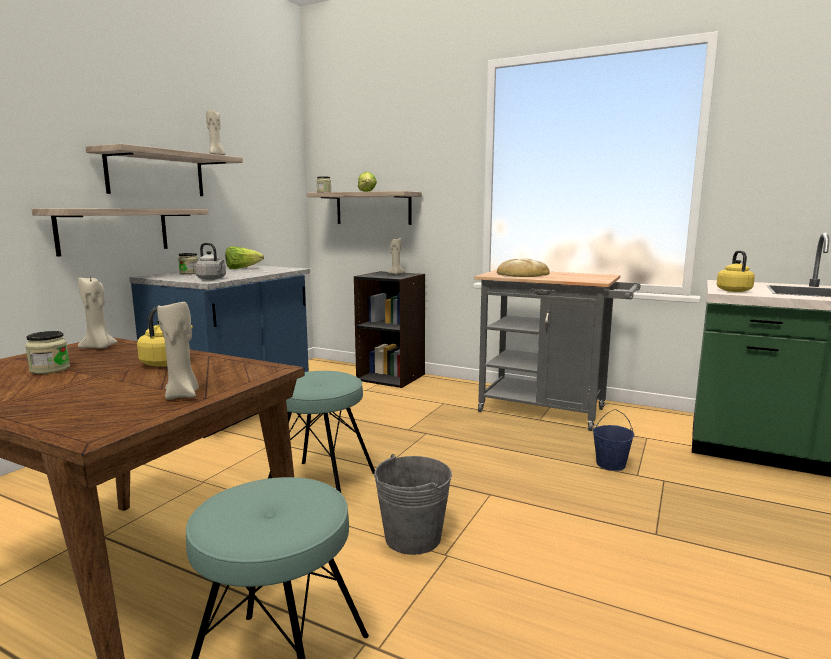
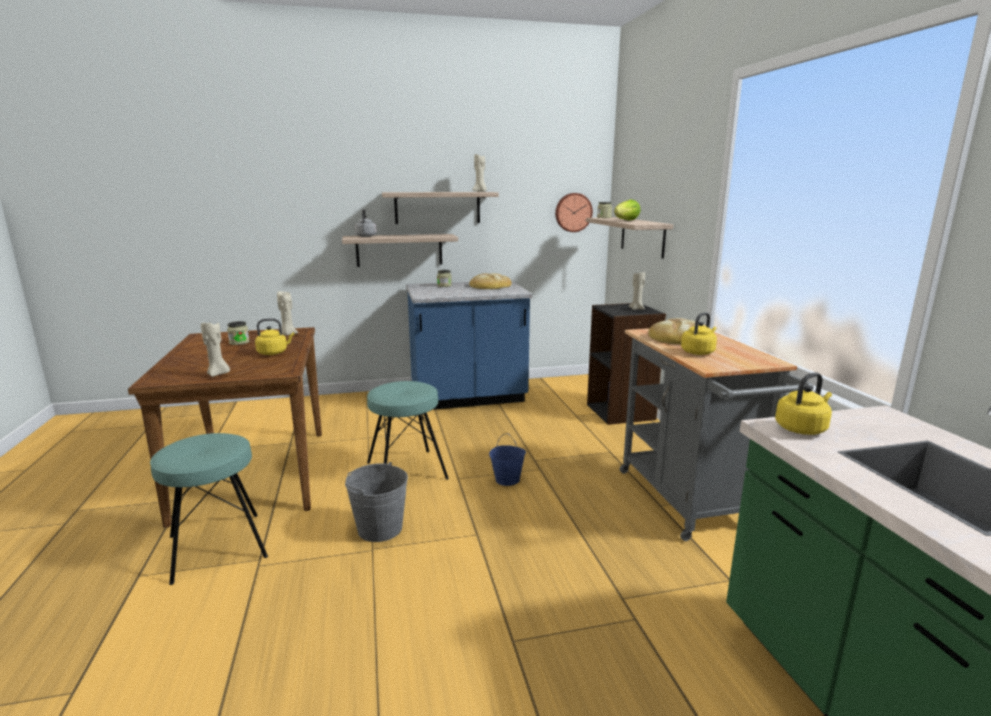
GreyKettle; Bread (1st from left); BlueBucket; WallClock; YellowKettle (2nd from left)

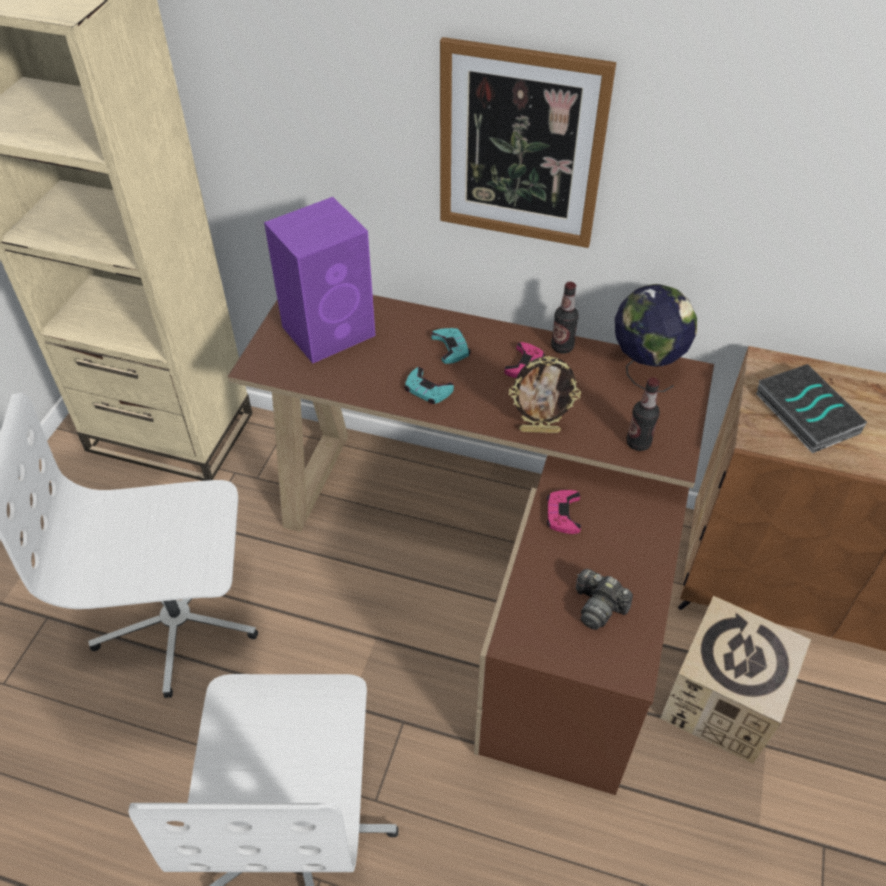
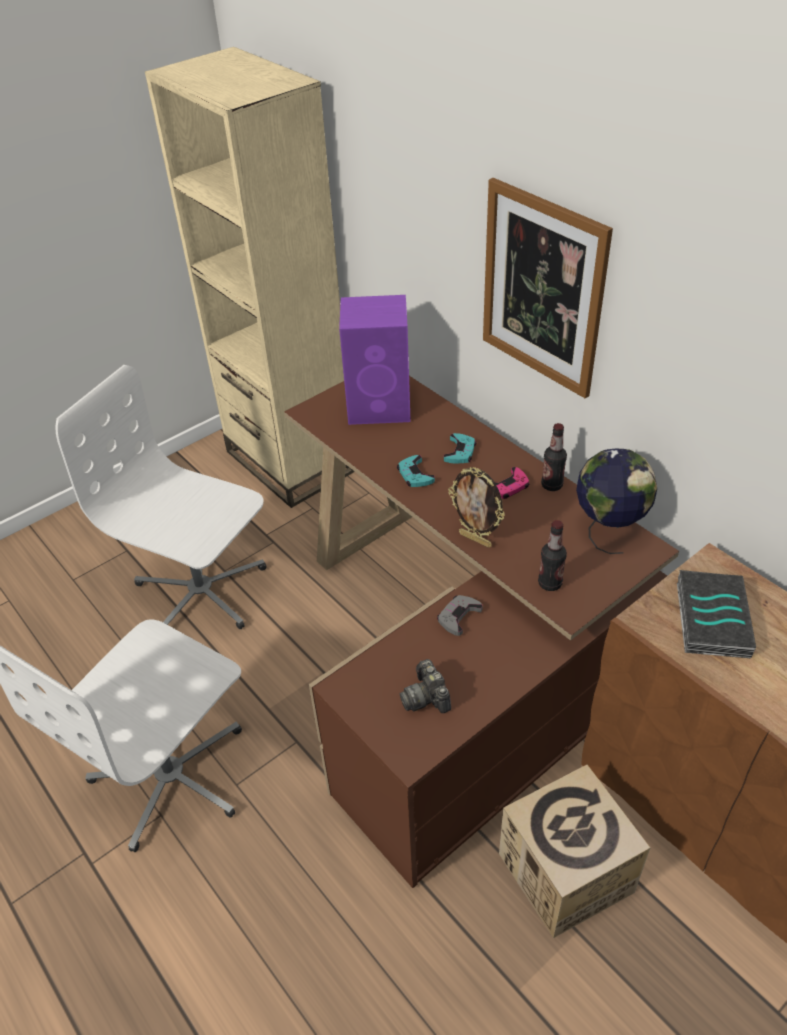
GreyGameController

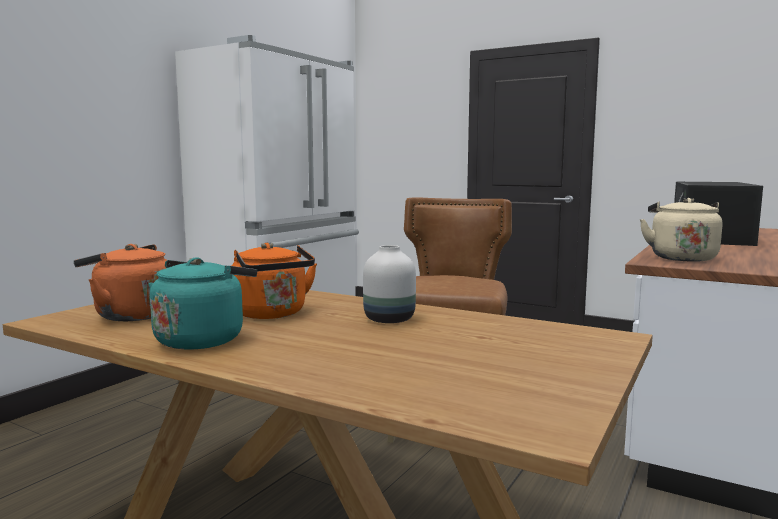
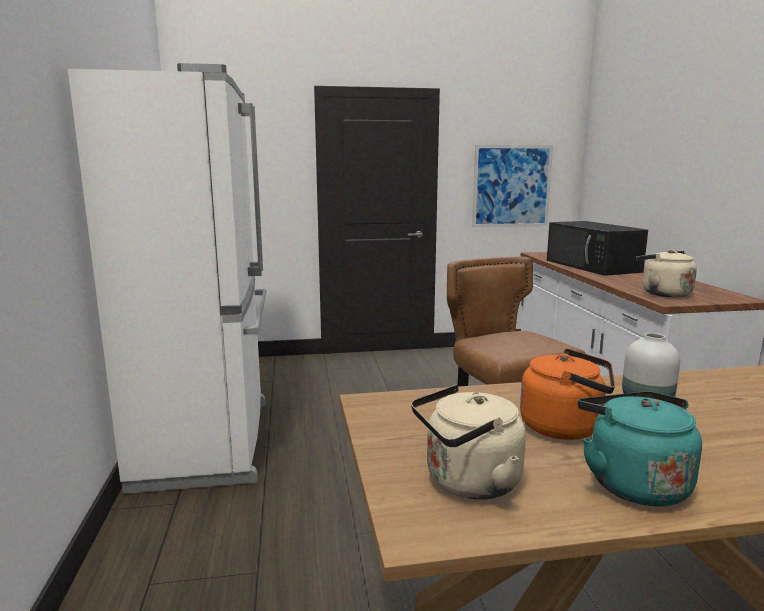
BeigeKettle (1st from left); Picture

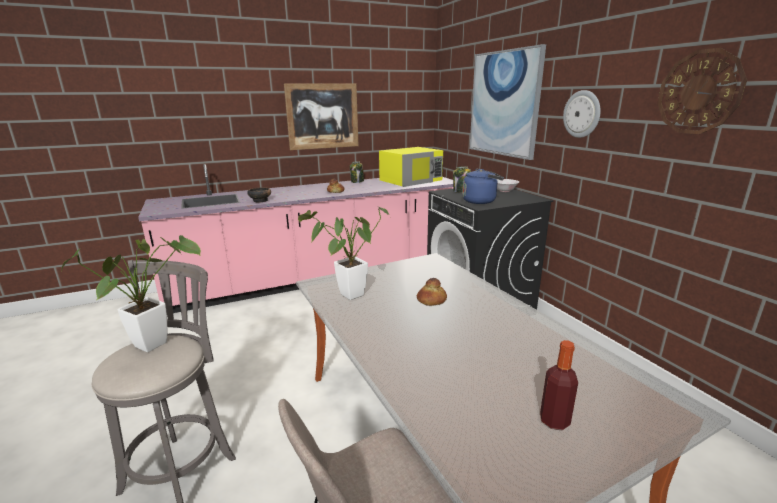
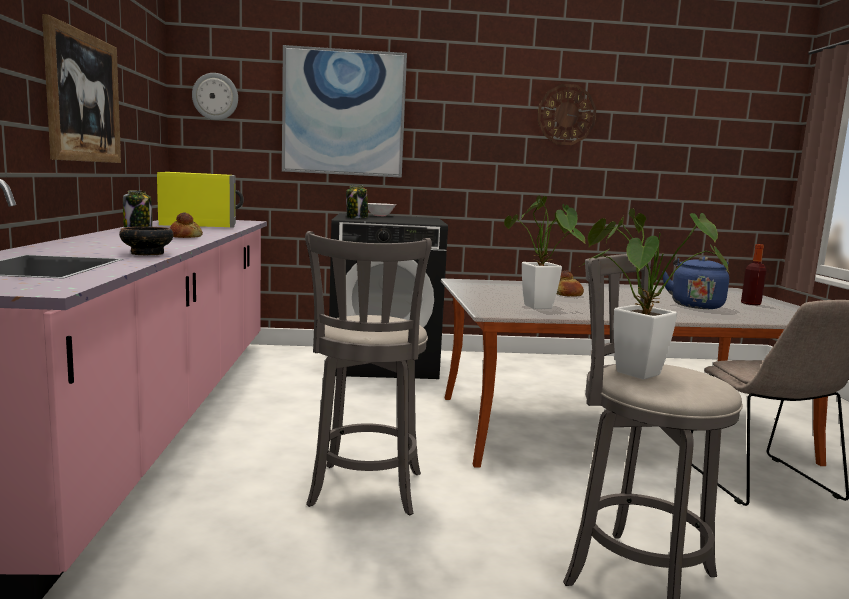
BlueKettle; WallClock (1st from left); GreyStool (1st from left)

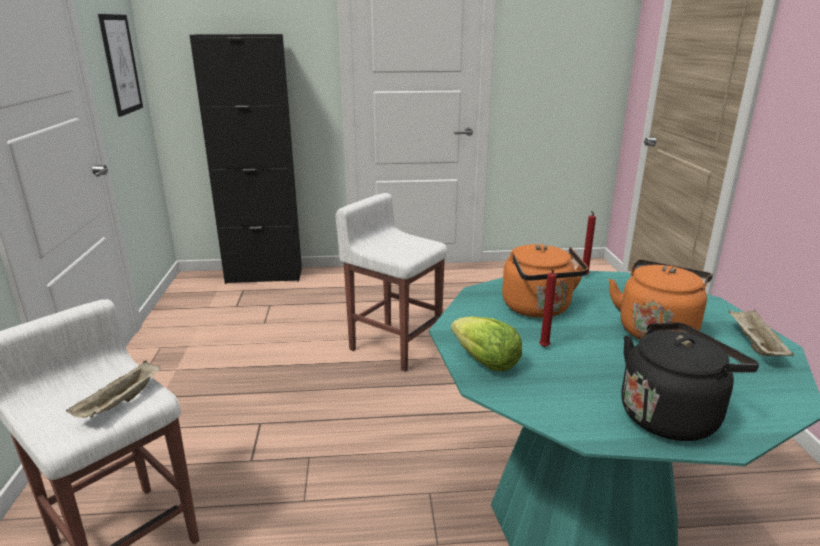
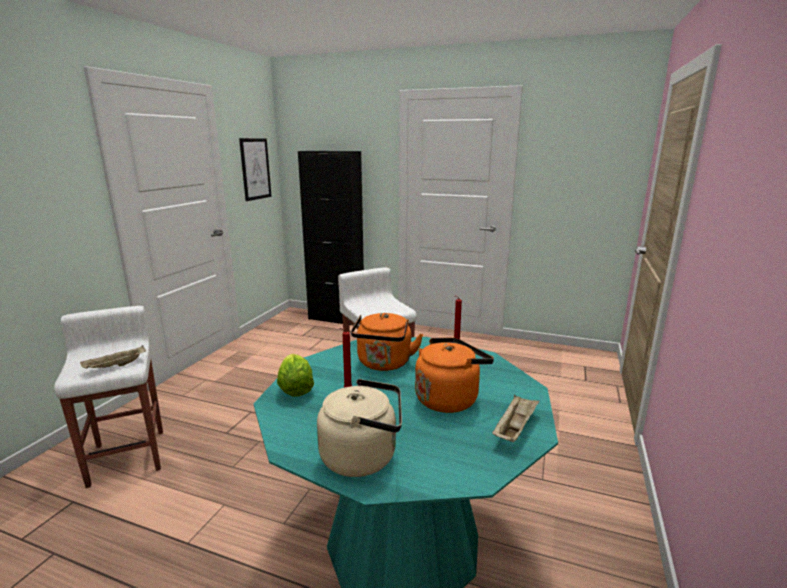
BeigeKettle

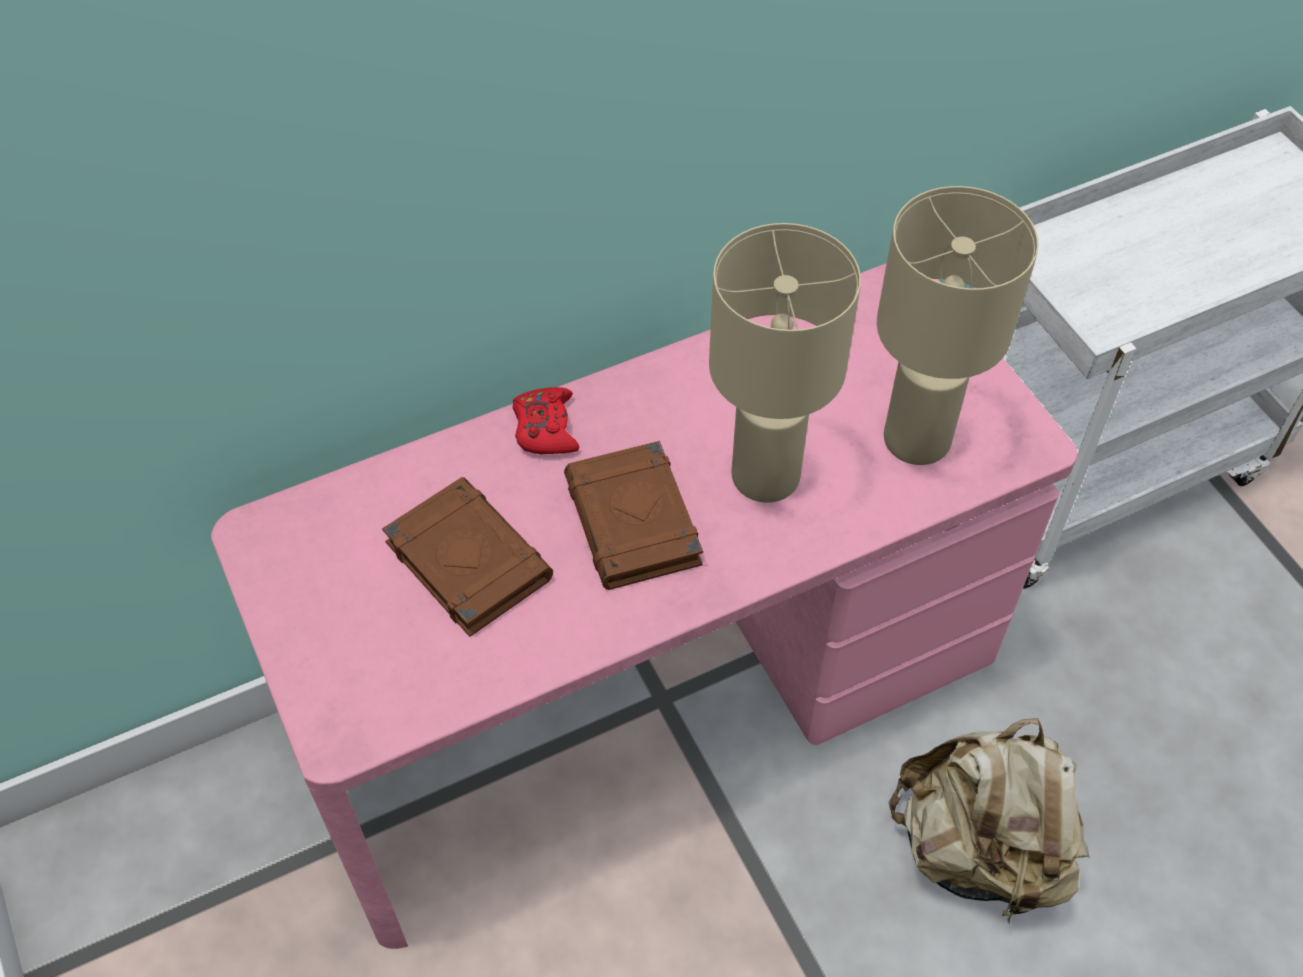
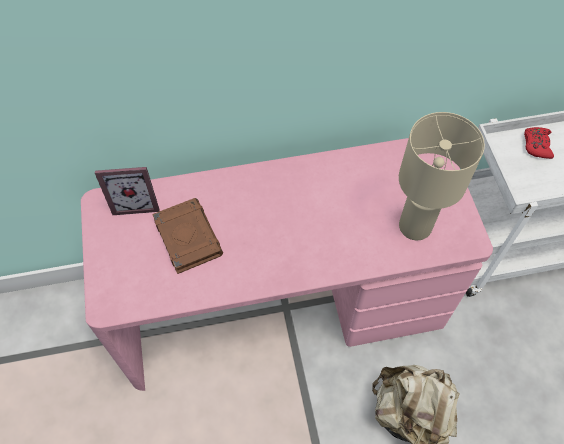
RedGameController; BrownBook (2nd from left in the first image); BeigeTableLamp (1st from left in the first image); PictureFrame

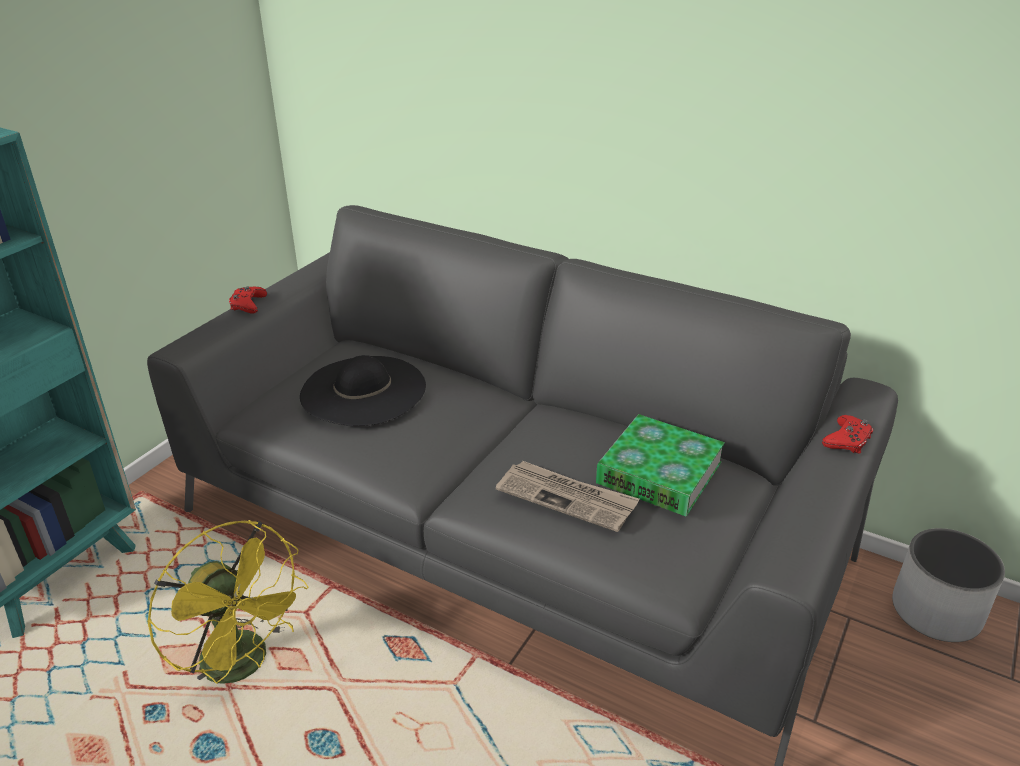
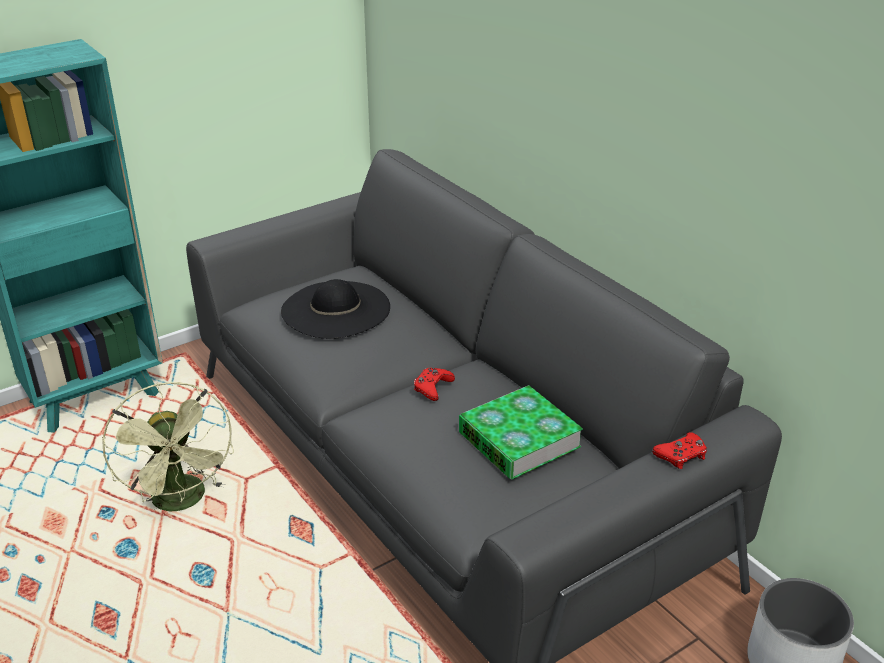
GreenFan; RedGameController (1st from left); Newspaper

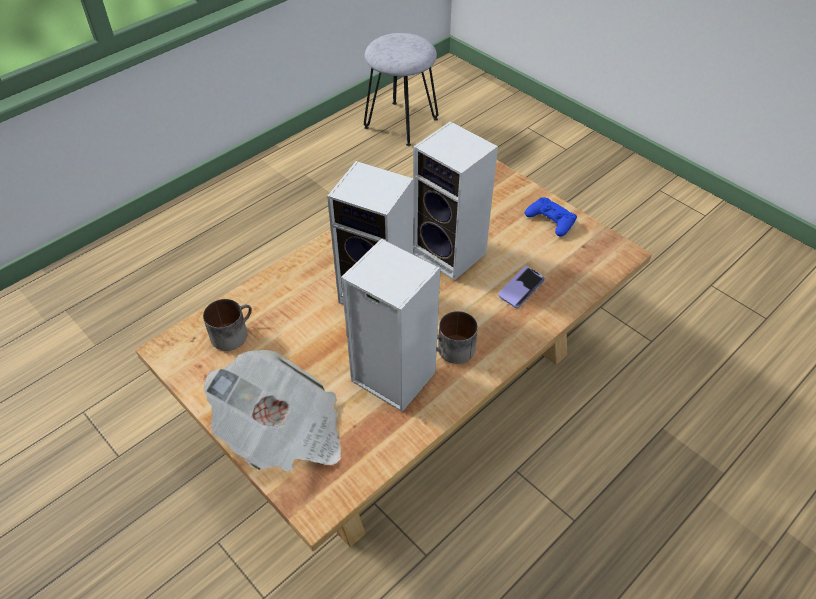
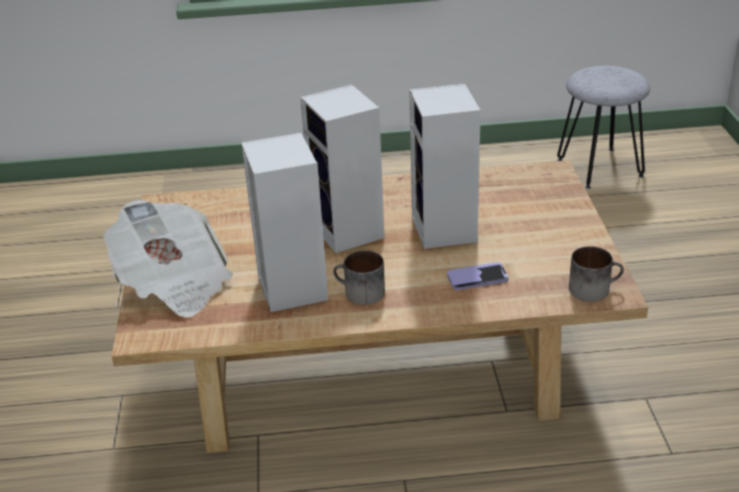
Mug (2nd from left); BlueGameController

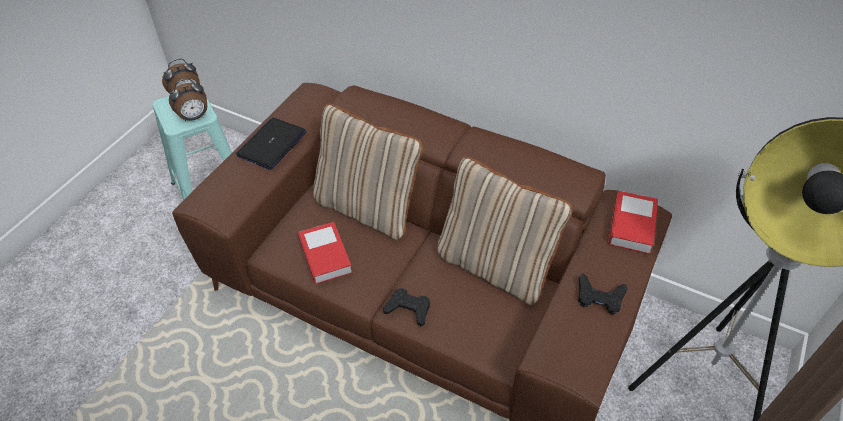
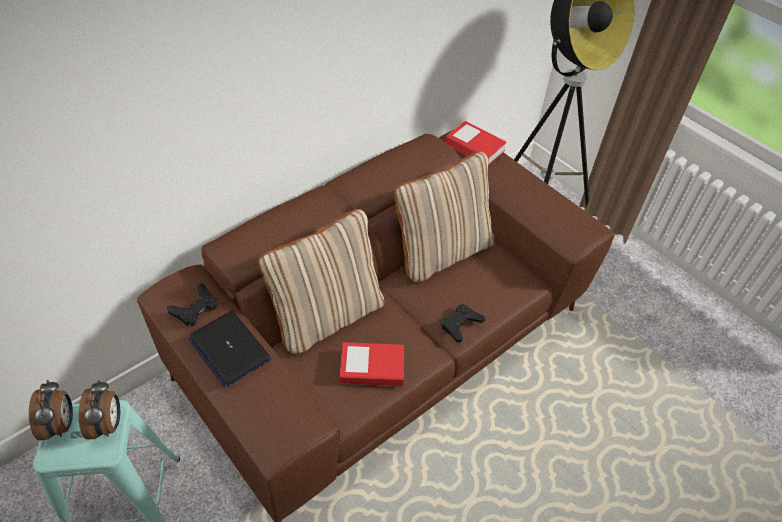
BlackGameController (1st from left)

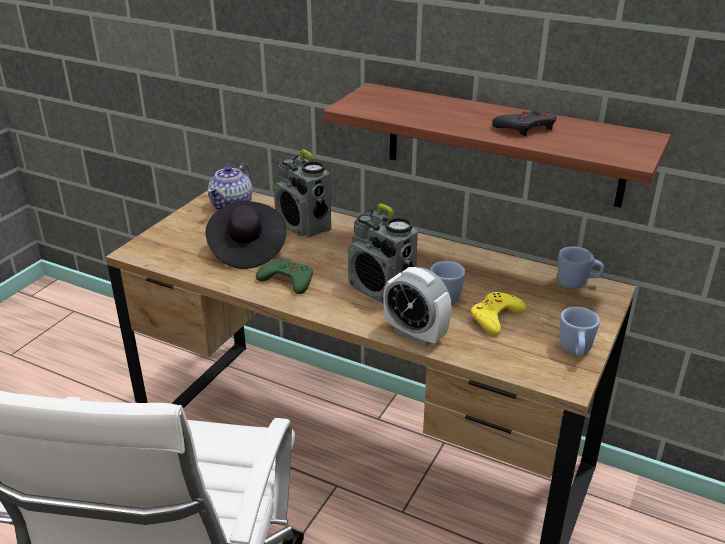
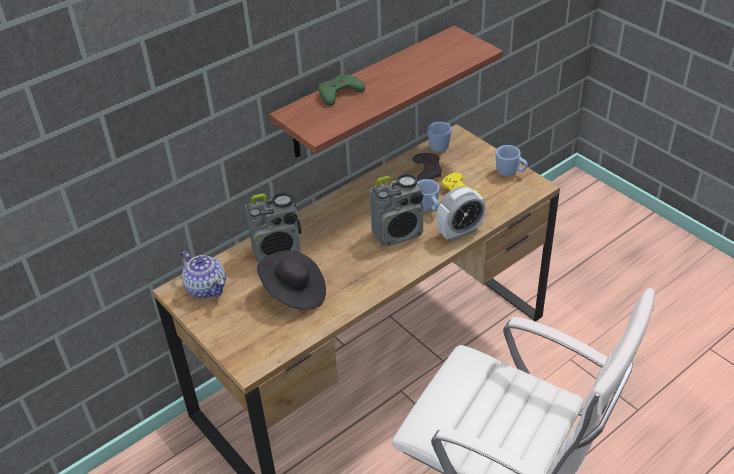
GreenGameController; GreyGameController

